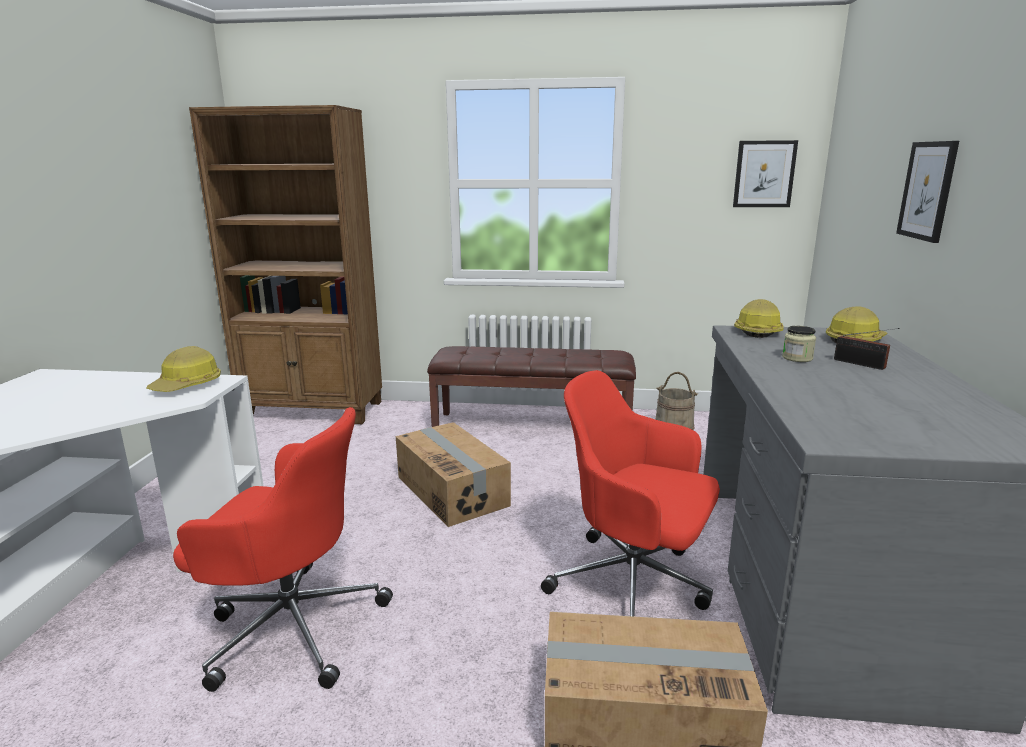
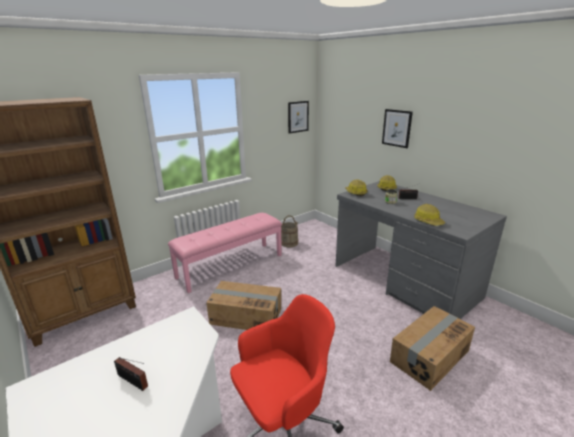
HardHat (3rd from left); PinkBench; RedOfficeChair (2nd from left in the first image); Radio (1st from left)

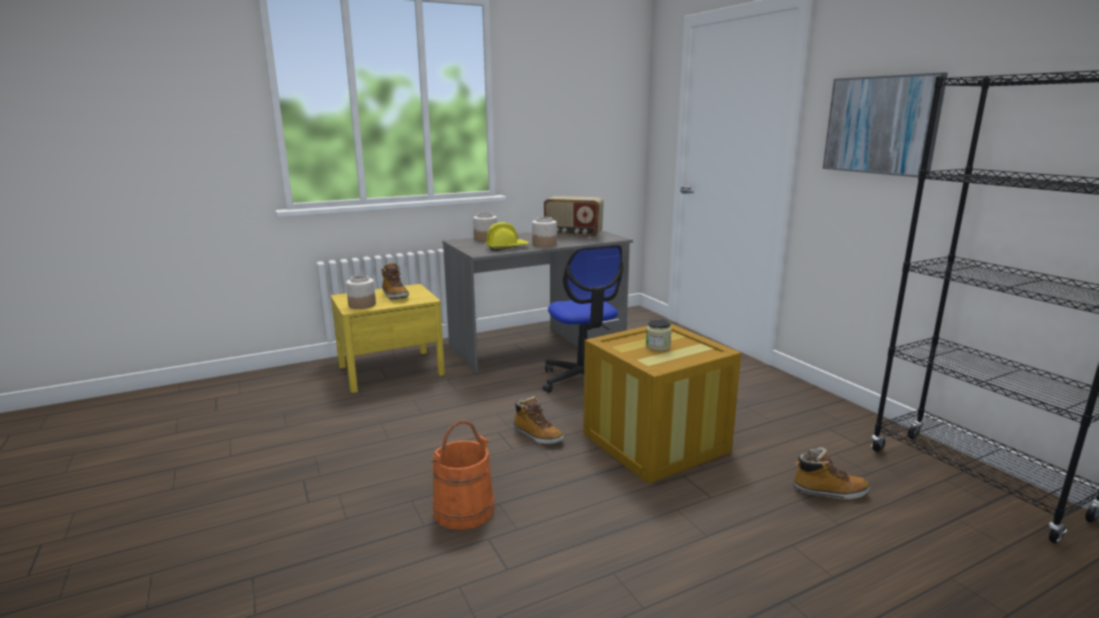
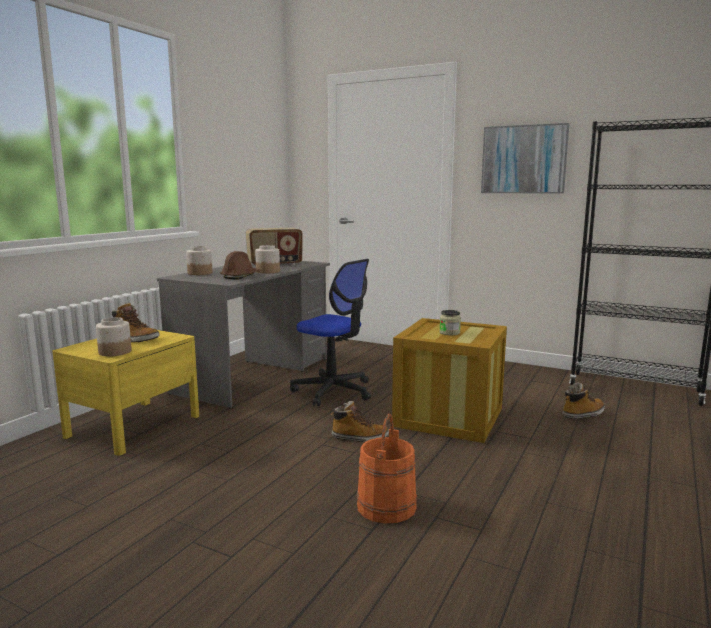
BrownHardHat

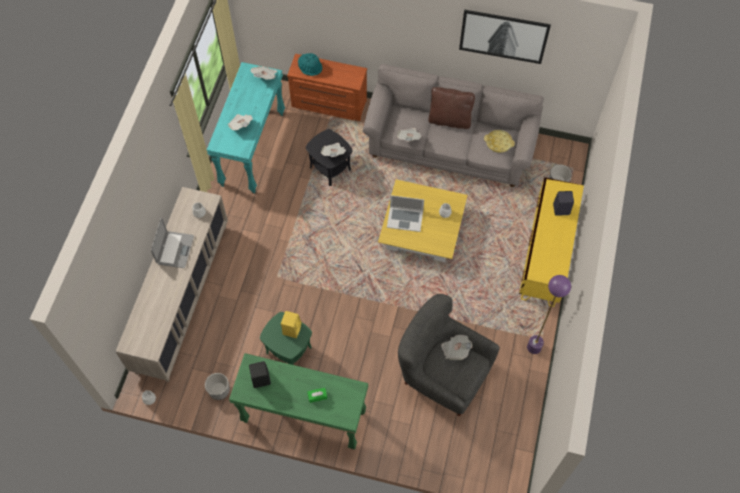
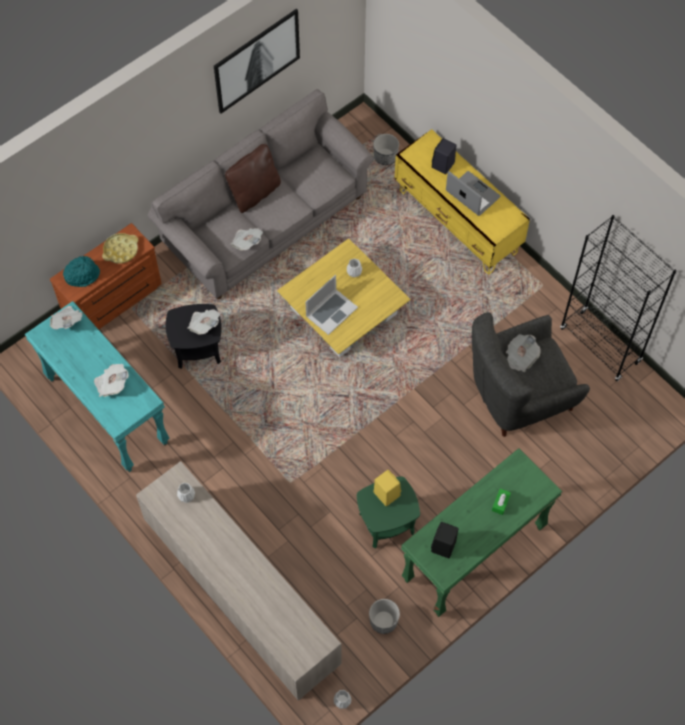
Laptop (2nd from left); YellowTray; PurpleFloorLamp; BlackBookcase

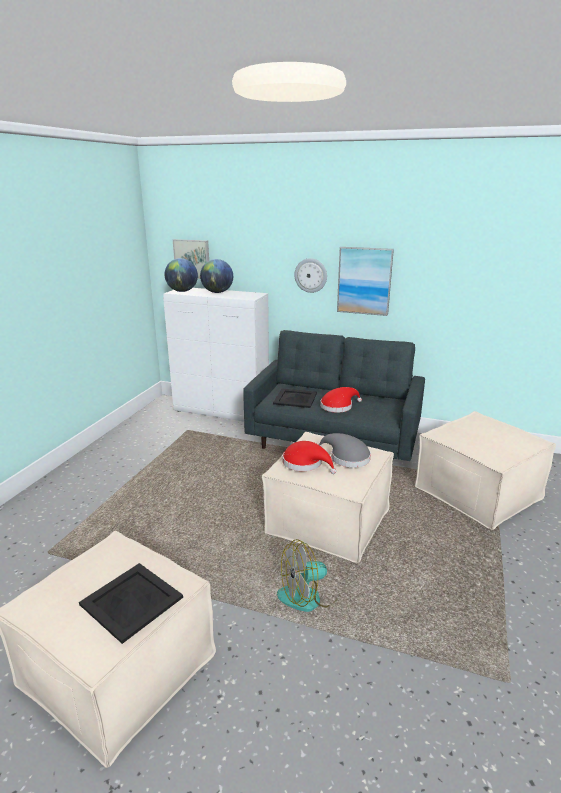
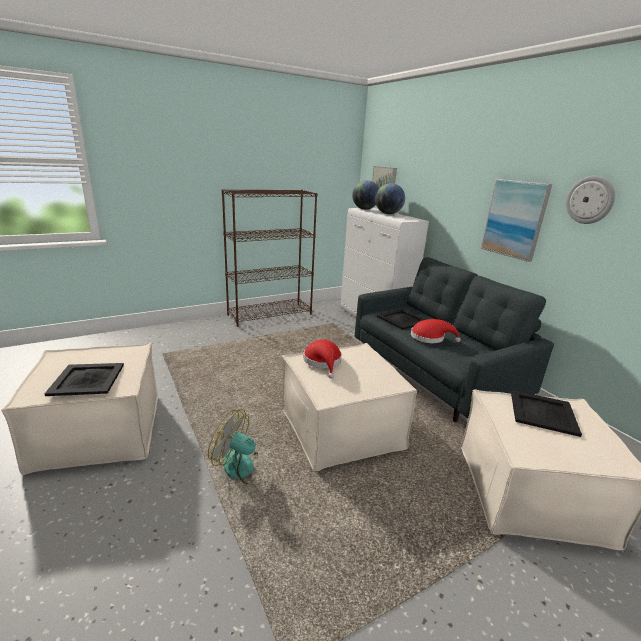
WallClock; GreyHat; BrownBookcase; BlackTray (3rd from left)

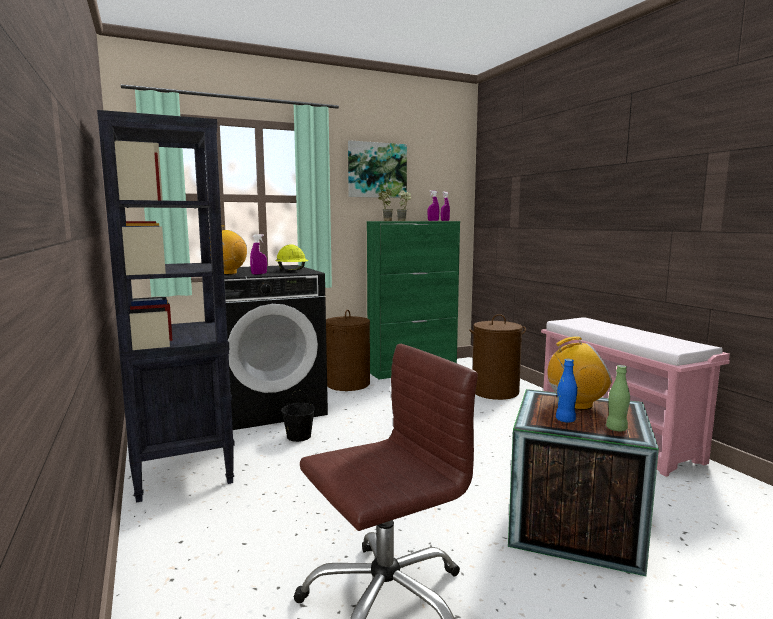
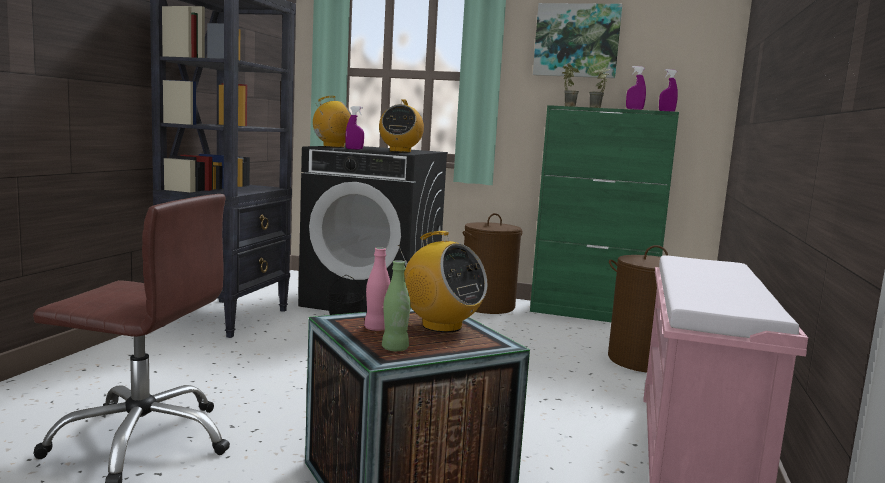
Radio (2nd from left); PinkBottle

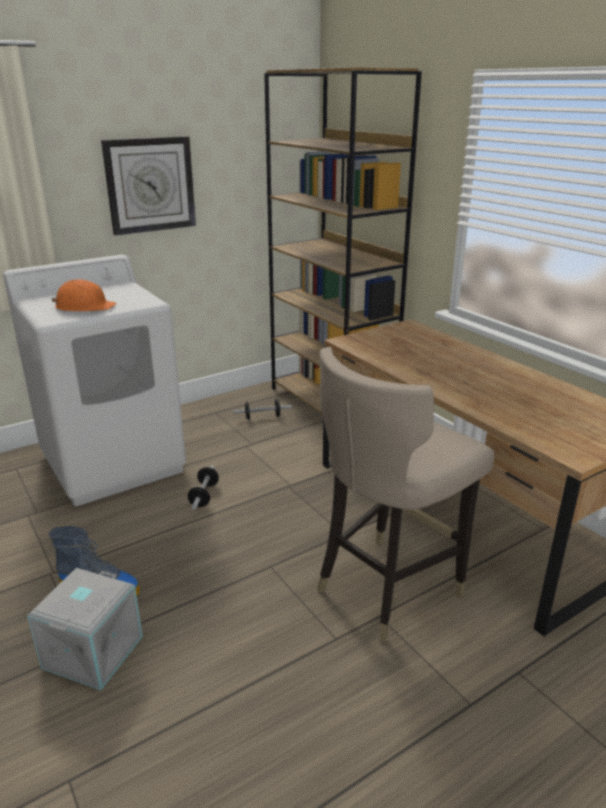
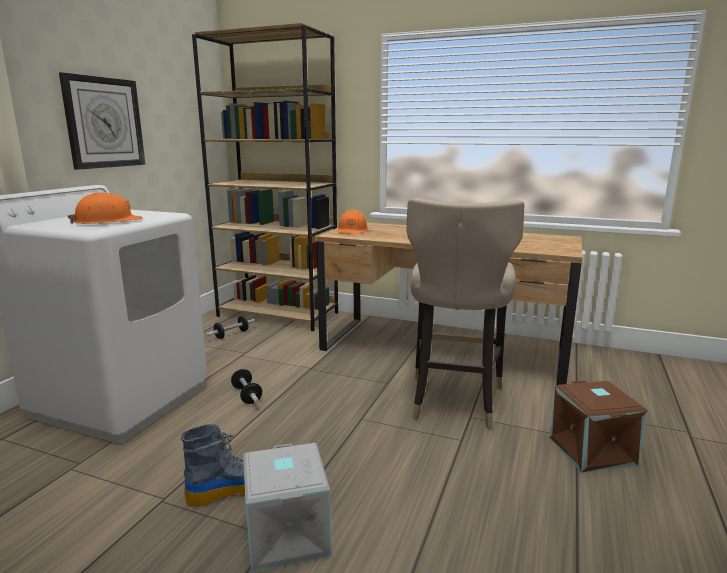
OrangeHardHat (2nd from left); BrownStorageBox

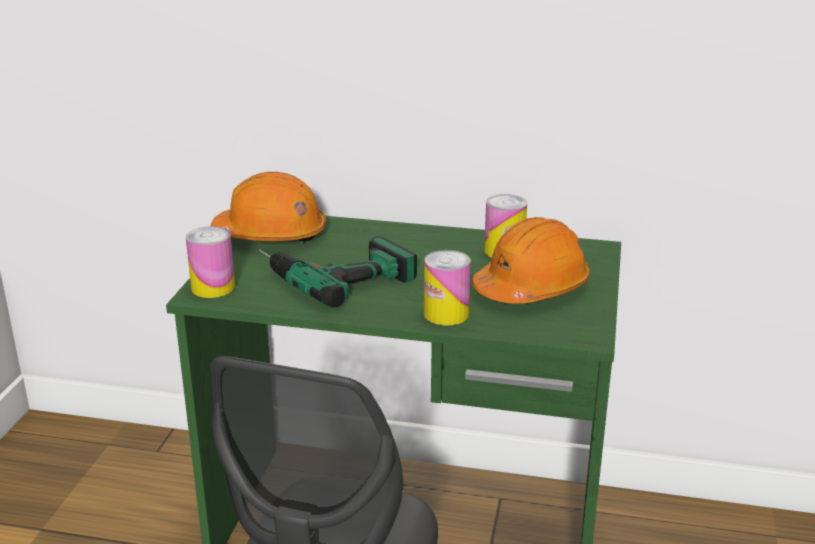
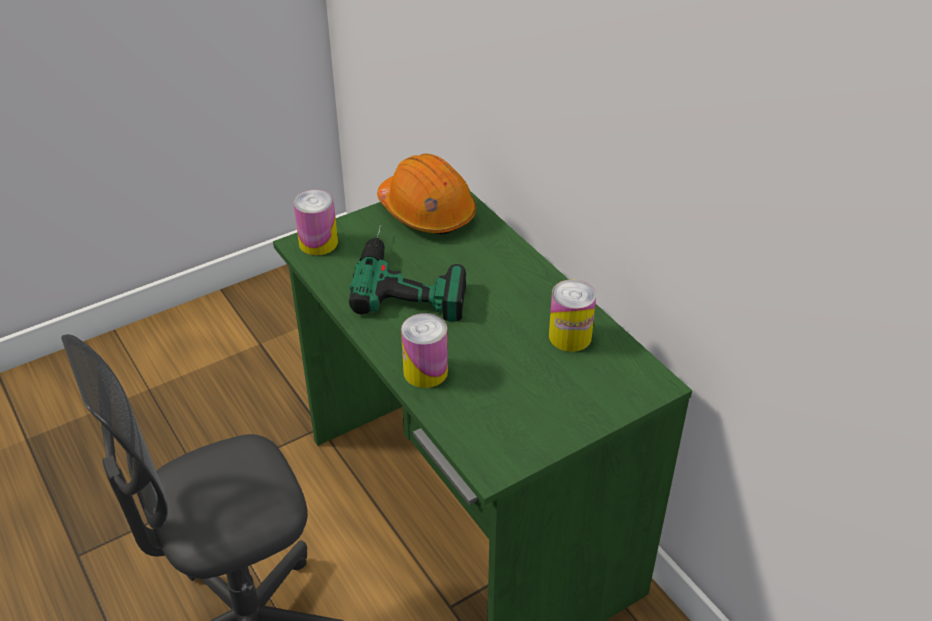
OrangeHardHat (2nd from left in the first image)

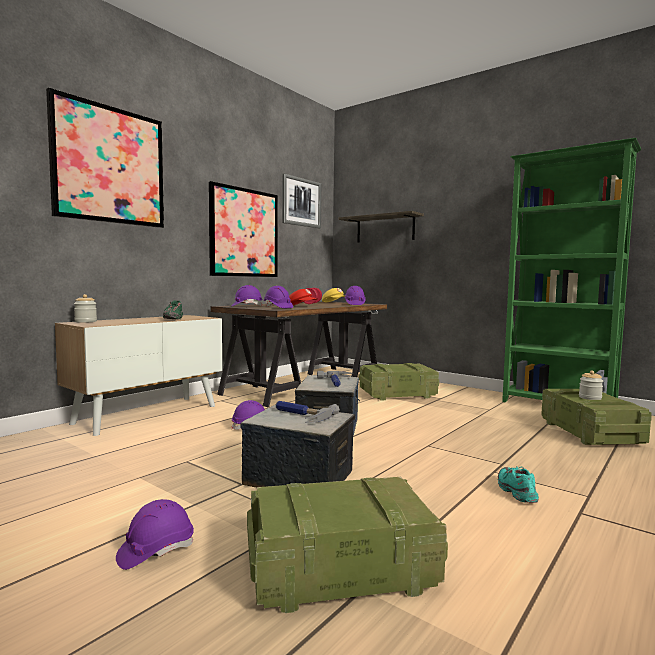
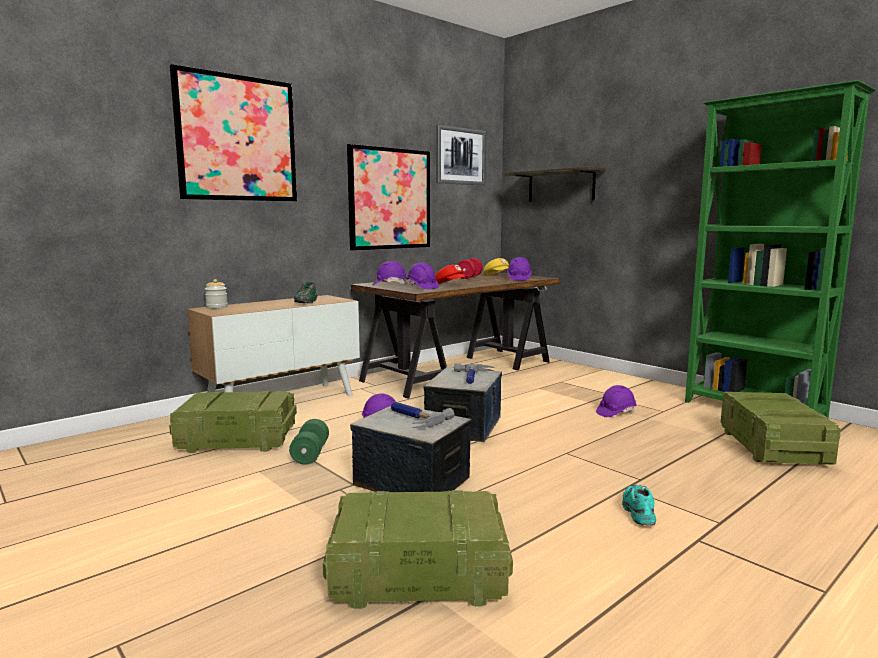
PurpleHardHat (5th from left); Crate (1st from left); Jar (2nd from left in the first image); GreenDumbbell

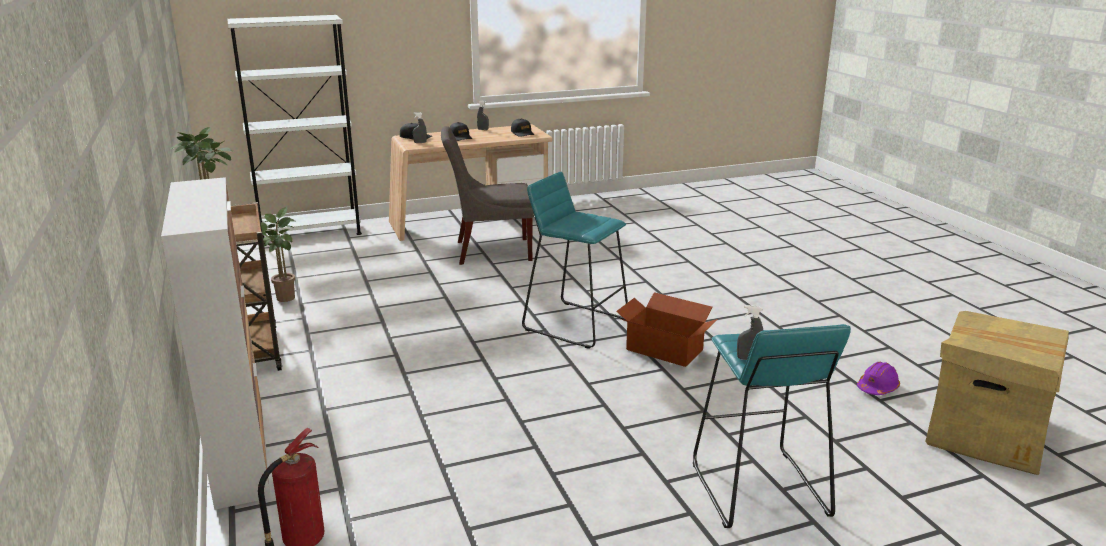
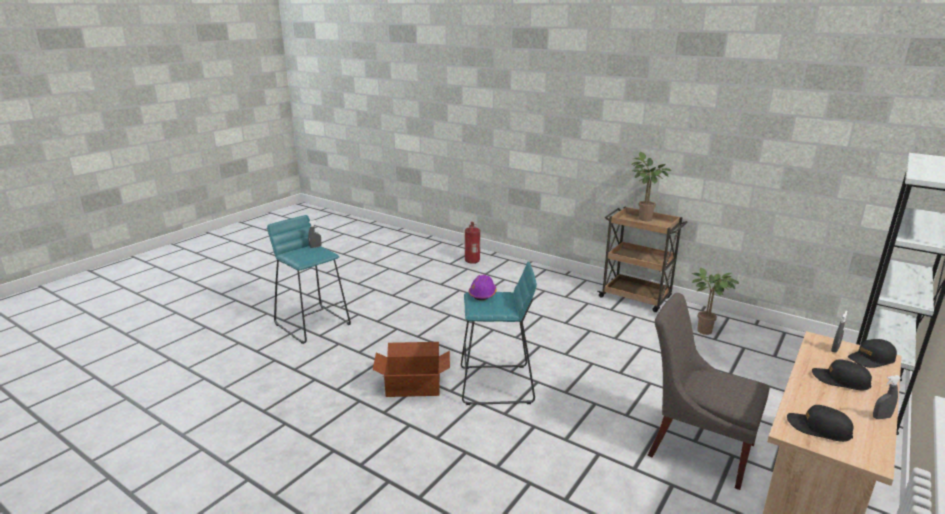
Cabinet; GreyChair; PurpleHardHat; CardboardBox (2nd from left in the first image)

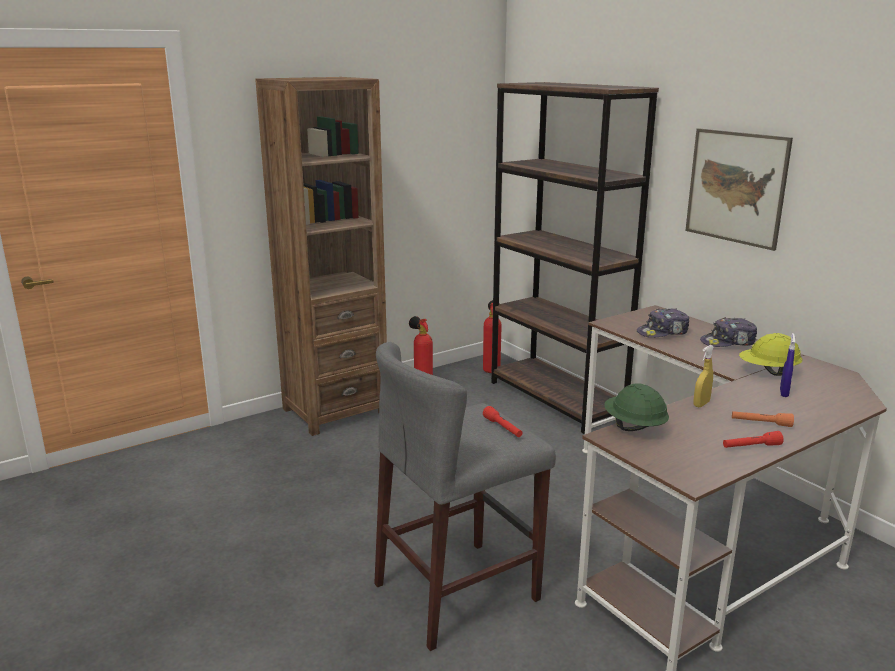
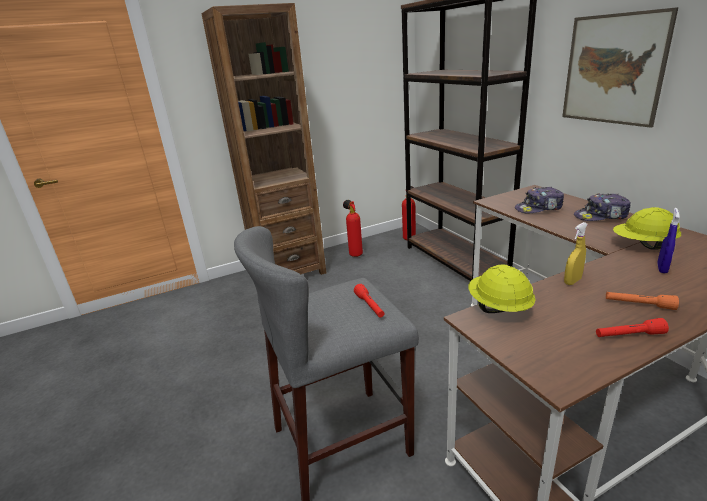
YellowHardHat (1st from left)

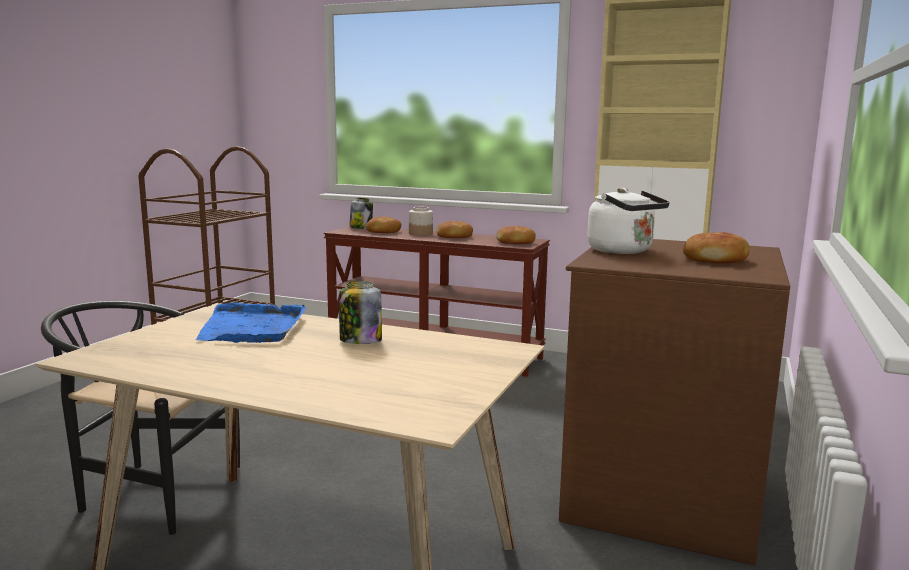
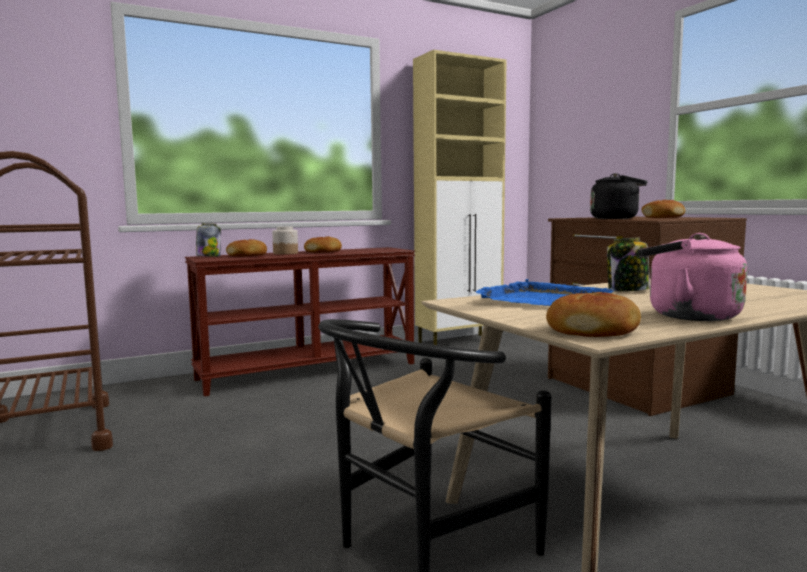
Bread (3rd from left); BlackKettle; PinkKettle

